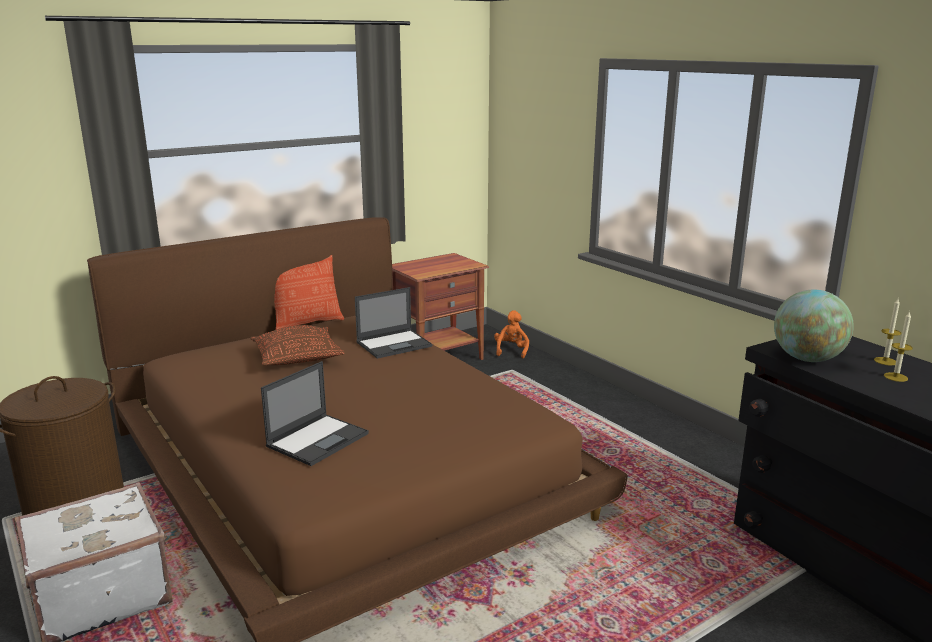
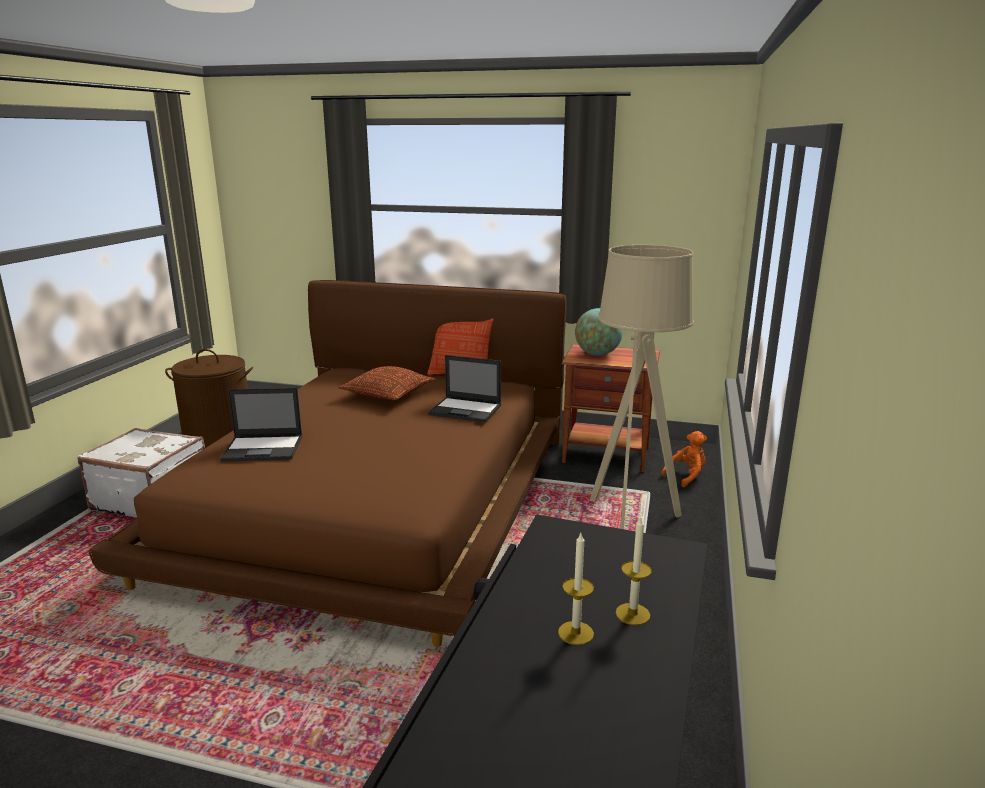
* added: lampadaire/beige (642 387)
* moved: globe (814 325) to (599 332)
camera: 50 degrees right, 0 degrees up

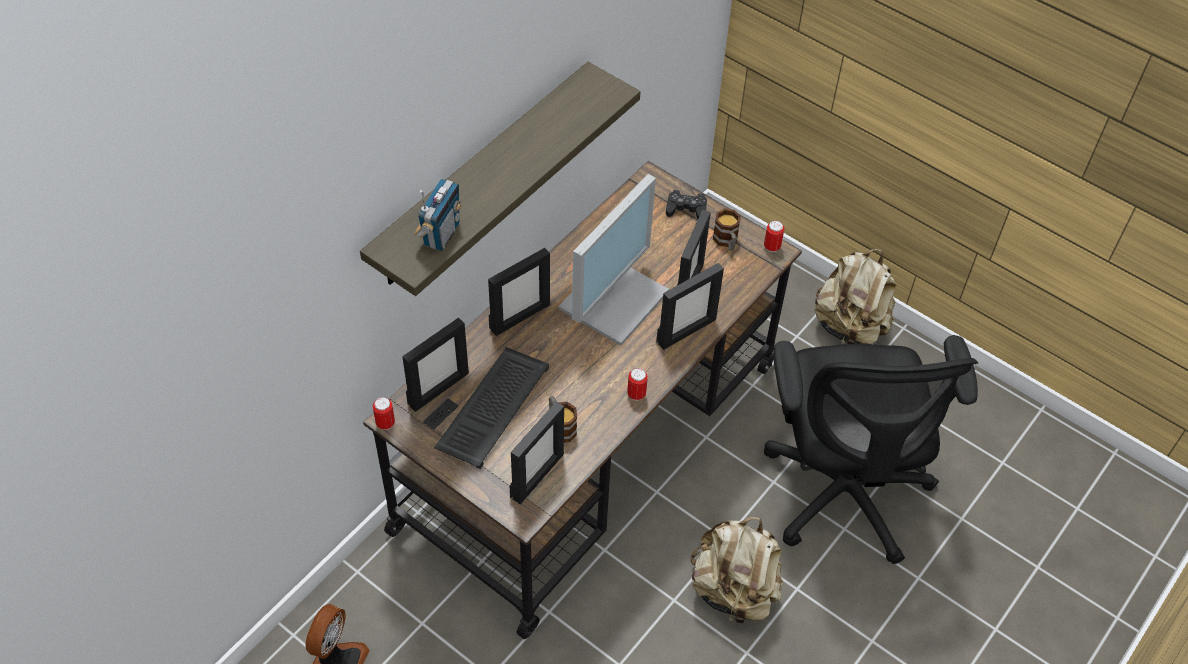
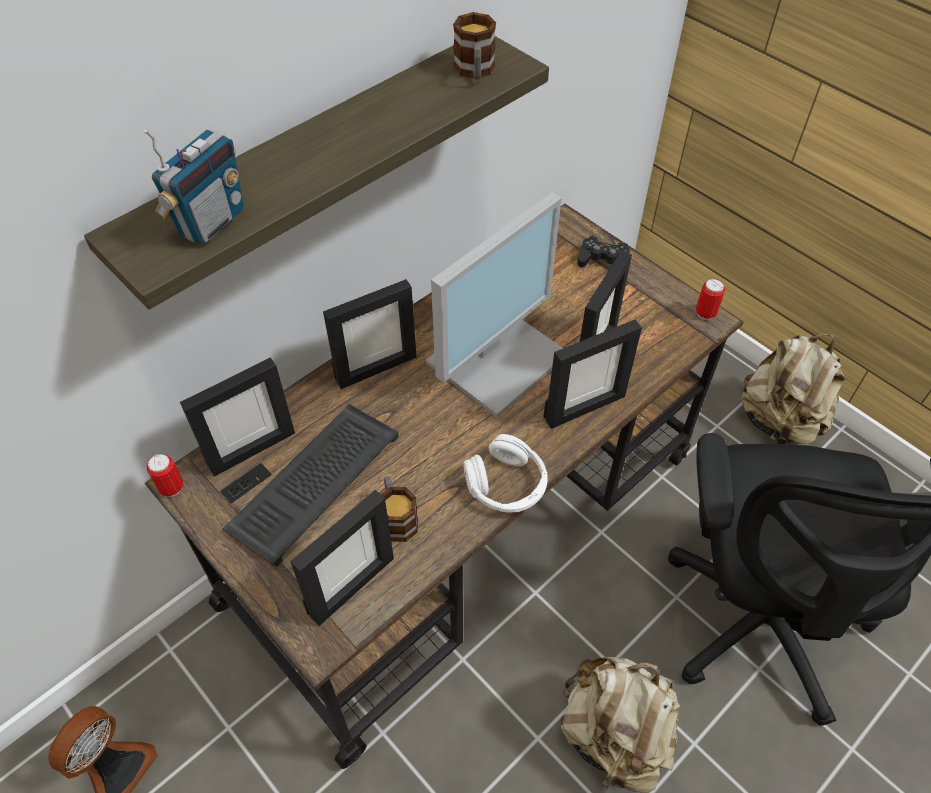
* moved: mug (727 229) to (474 46)
* replaced: boîte métallique (637 384) to casque audio/blanc (506 473)
camera: 10 degrees right, 0 degrees up

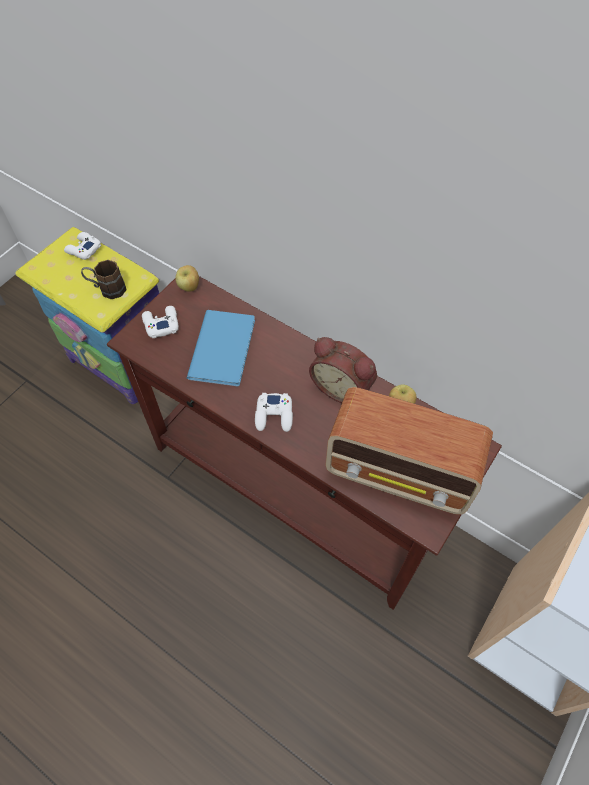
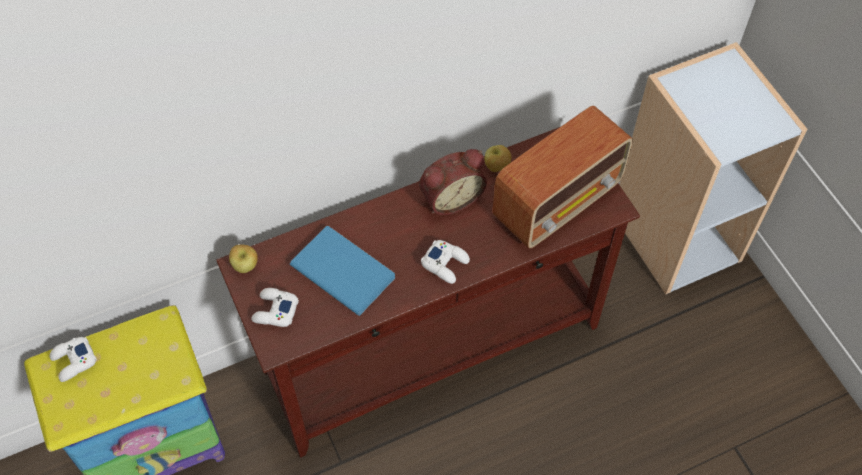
* removed: mug/marron (103 279)
camera: 60 degrees left, 0 degrees up

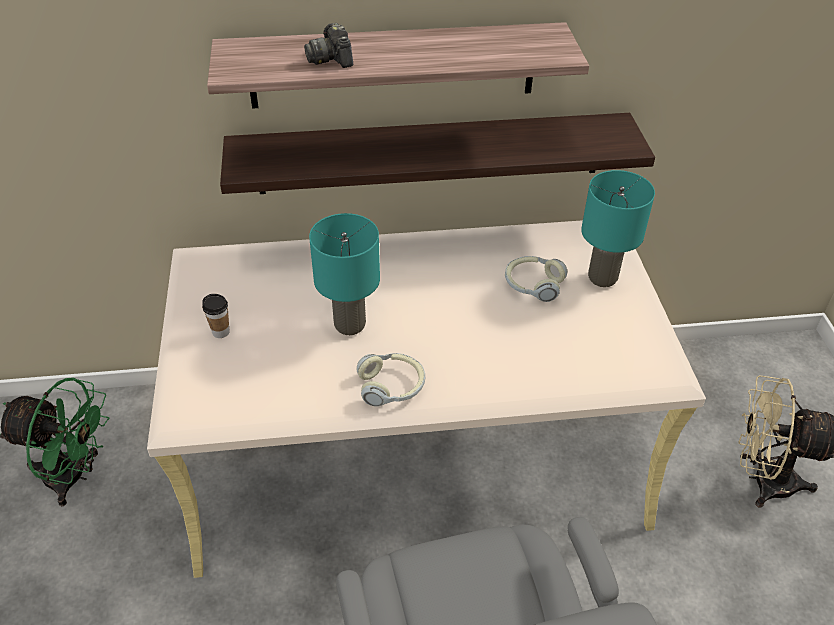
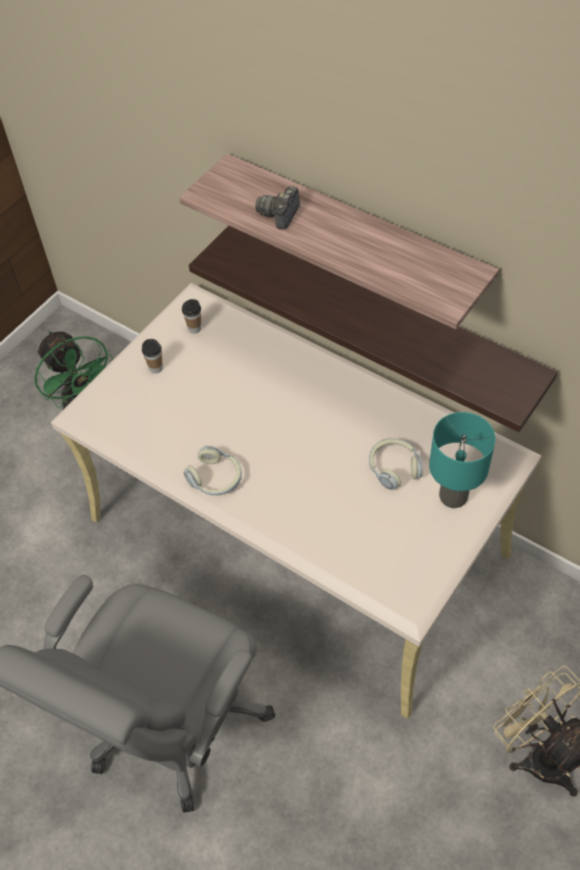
* removed: lampe de table/turquoise (344 274)
* added: tasse (191 316)
camera: 45 degrees right, 10 degrees up

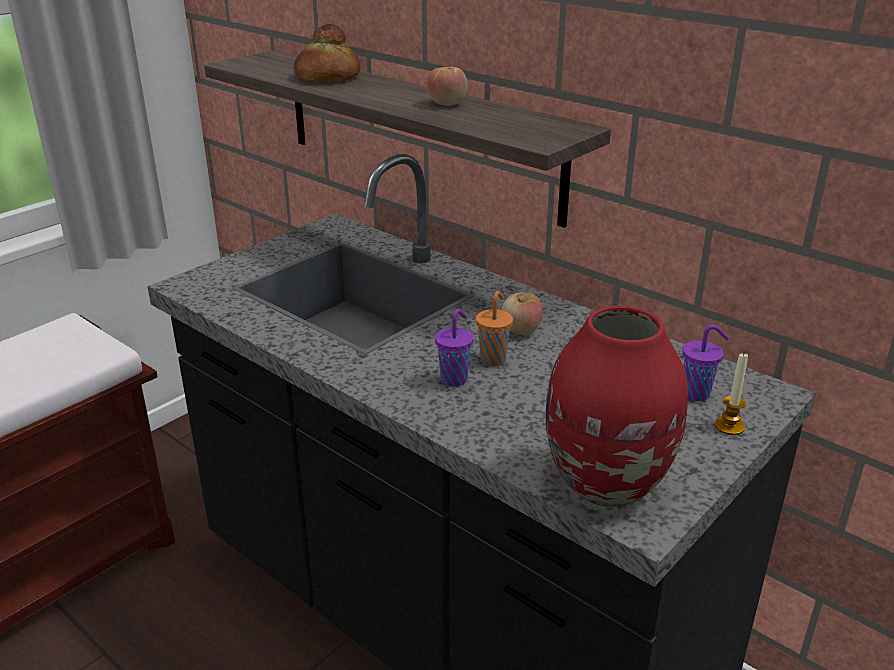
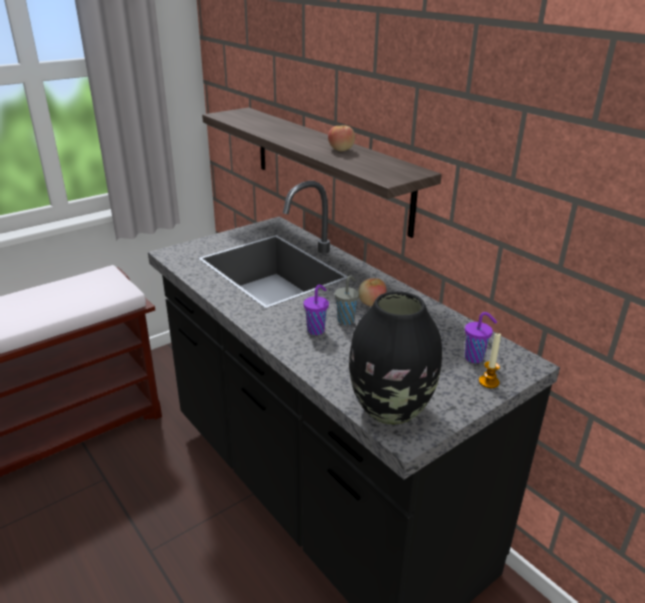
* removed: pain (327 53)
* recoloured: tasse/orange (494 328) to tasse/gris (347 300)
* recoloured: vase/rouge (617 406) to vase/noir (395 358)
camera: 10 degrees right, 0 degrees up

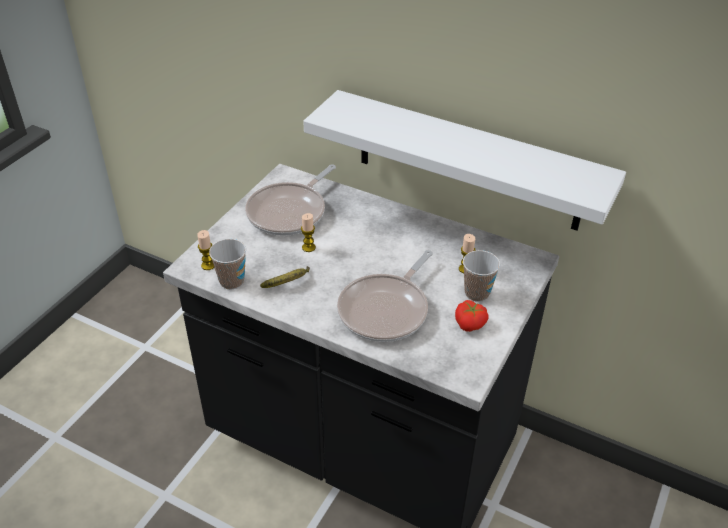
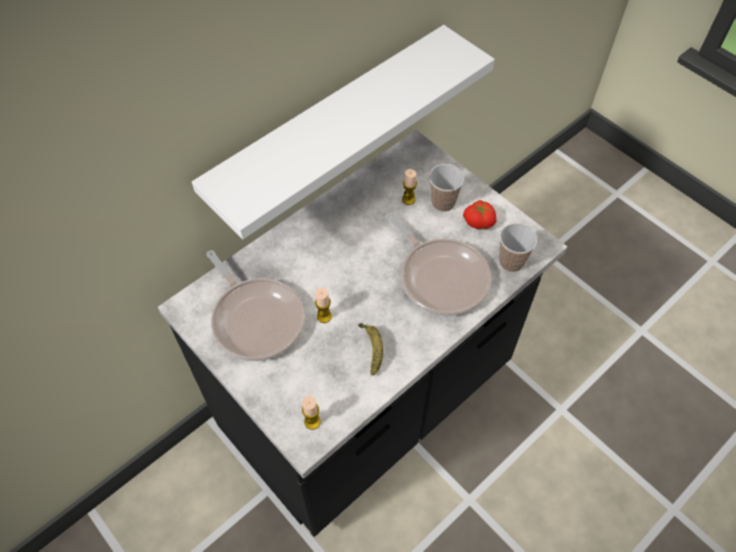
* moved: tasse (227 264) to (518 247)
camera: 70 degrees left, 15 degrees up

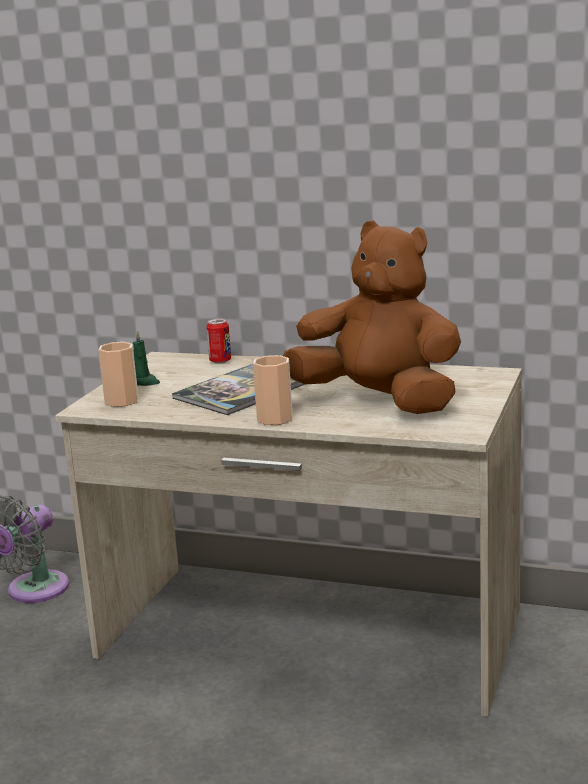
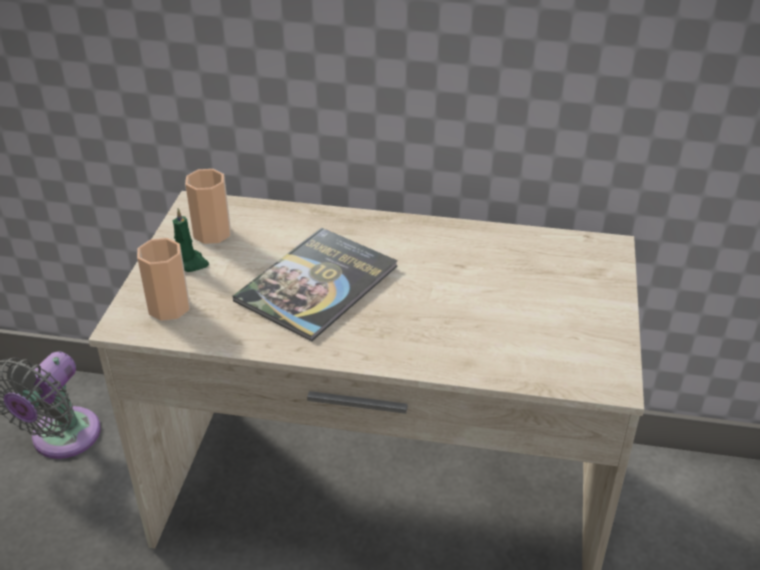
* removed: boîte métallique (218 341)
* removed: peluche/marron (372 317)
* moved: tasse (273 390) to (208 206)
camera: 10 degrees left, 20 degrees up

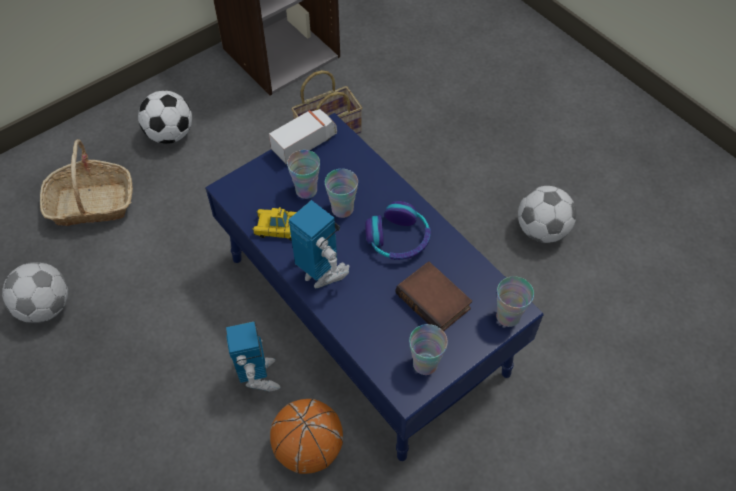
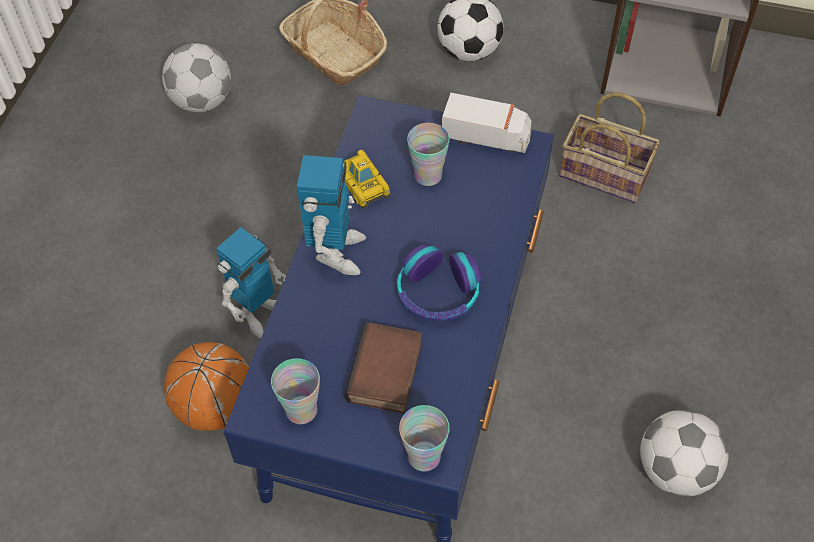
* removed: tasse (341 193)
camera: 55 degrees right, 0 degrees up

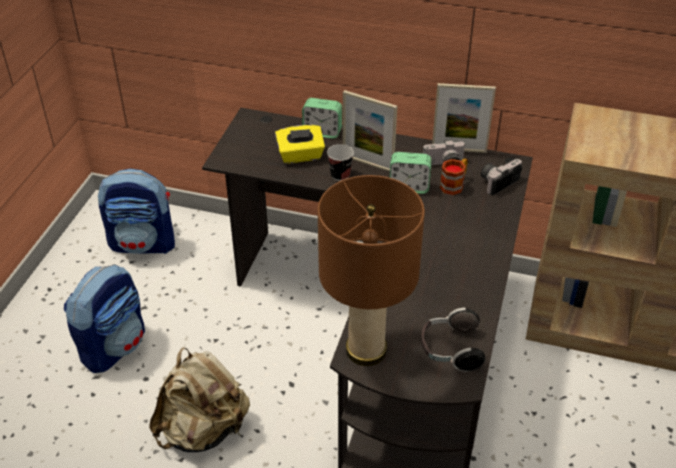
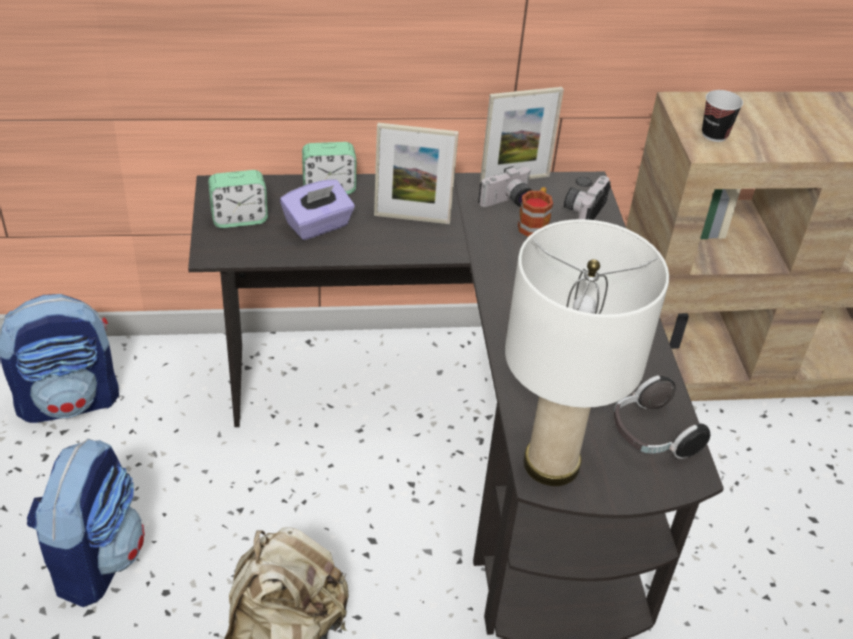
* moved: tasse (340 162) to (722 116)
* moved: réveil (410 173) to (238 199)
* recoloured: boîte à mouchoirs/jaune (300 144) to boîte à mouchoirs/violet (317 210)
* recoloured: lampe de table/marron (371 270) to lampe de table/blanc (587 352)
camera: 25 degrees left, 0 degrees up

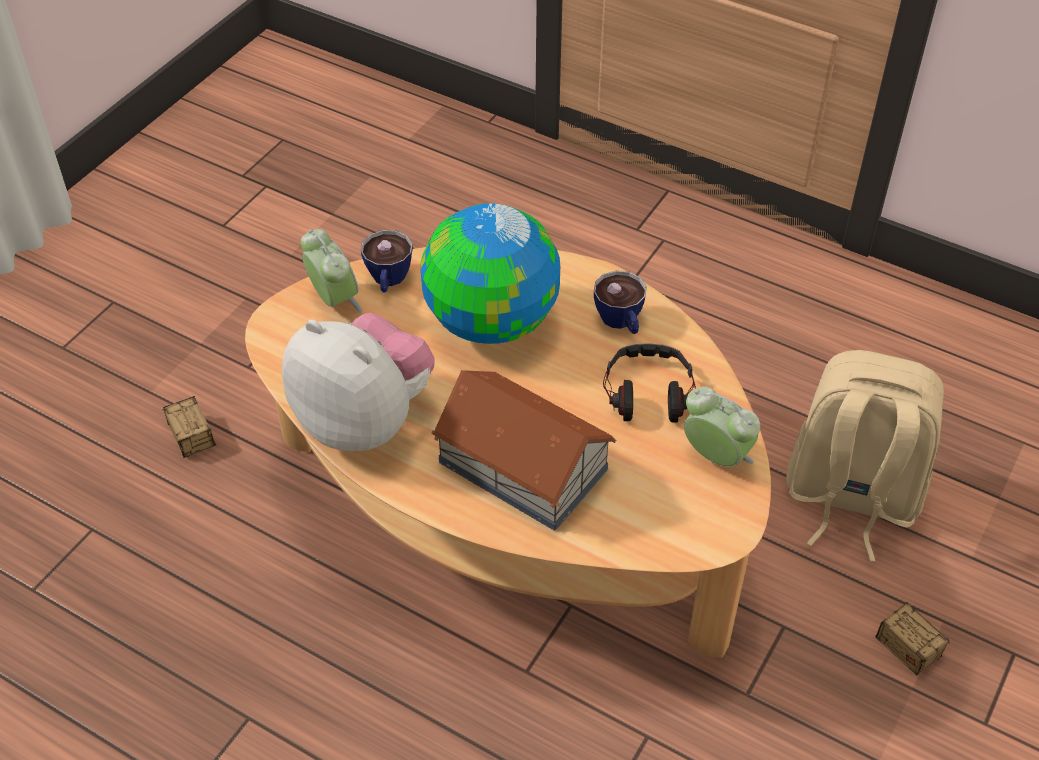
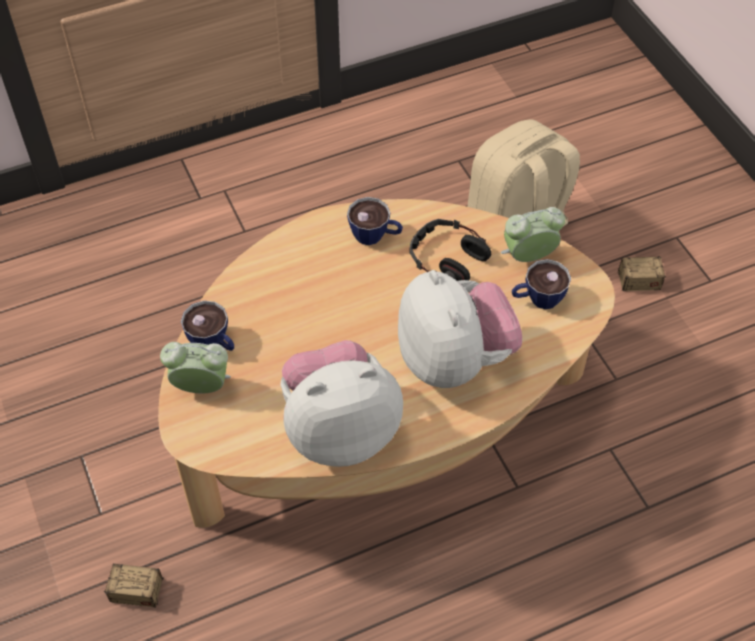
* removed: globe (490 273)
* added: tasse (541 284)
* replaced: maison miniature (524 450) to peluche (460 329)
camera: 55 degrees left, 5 degrees up

